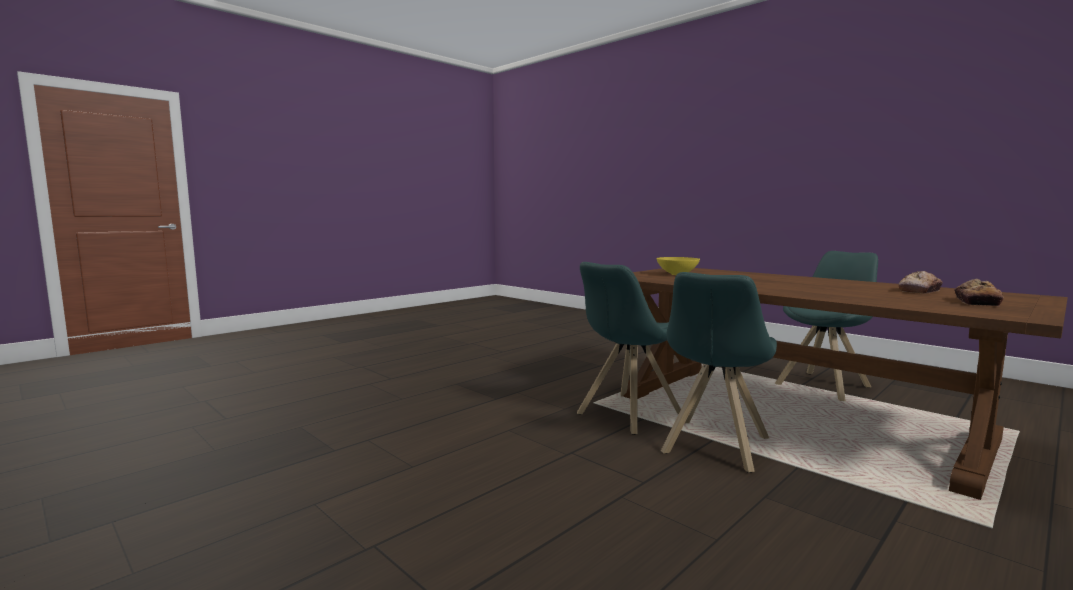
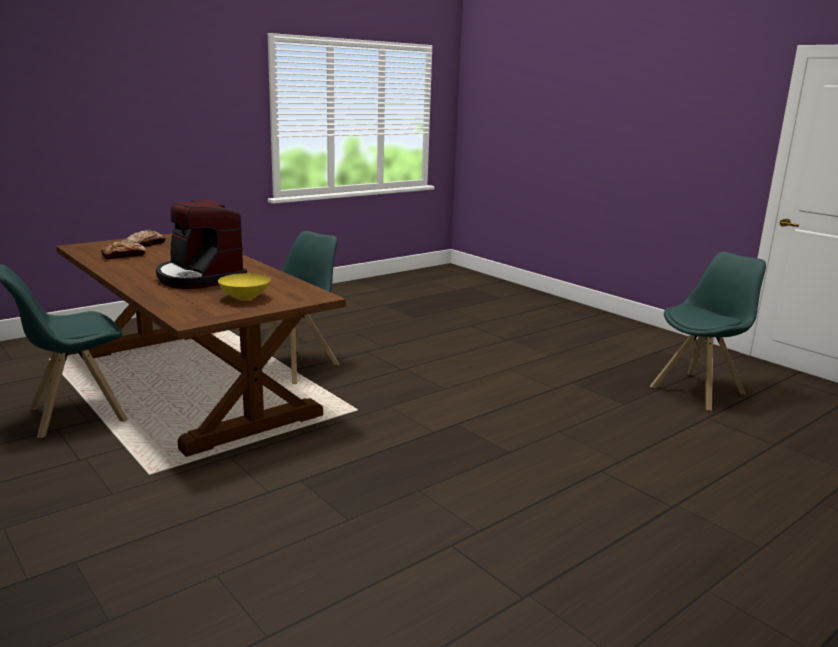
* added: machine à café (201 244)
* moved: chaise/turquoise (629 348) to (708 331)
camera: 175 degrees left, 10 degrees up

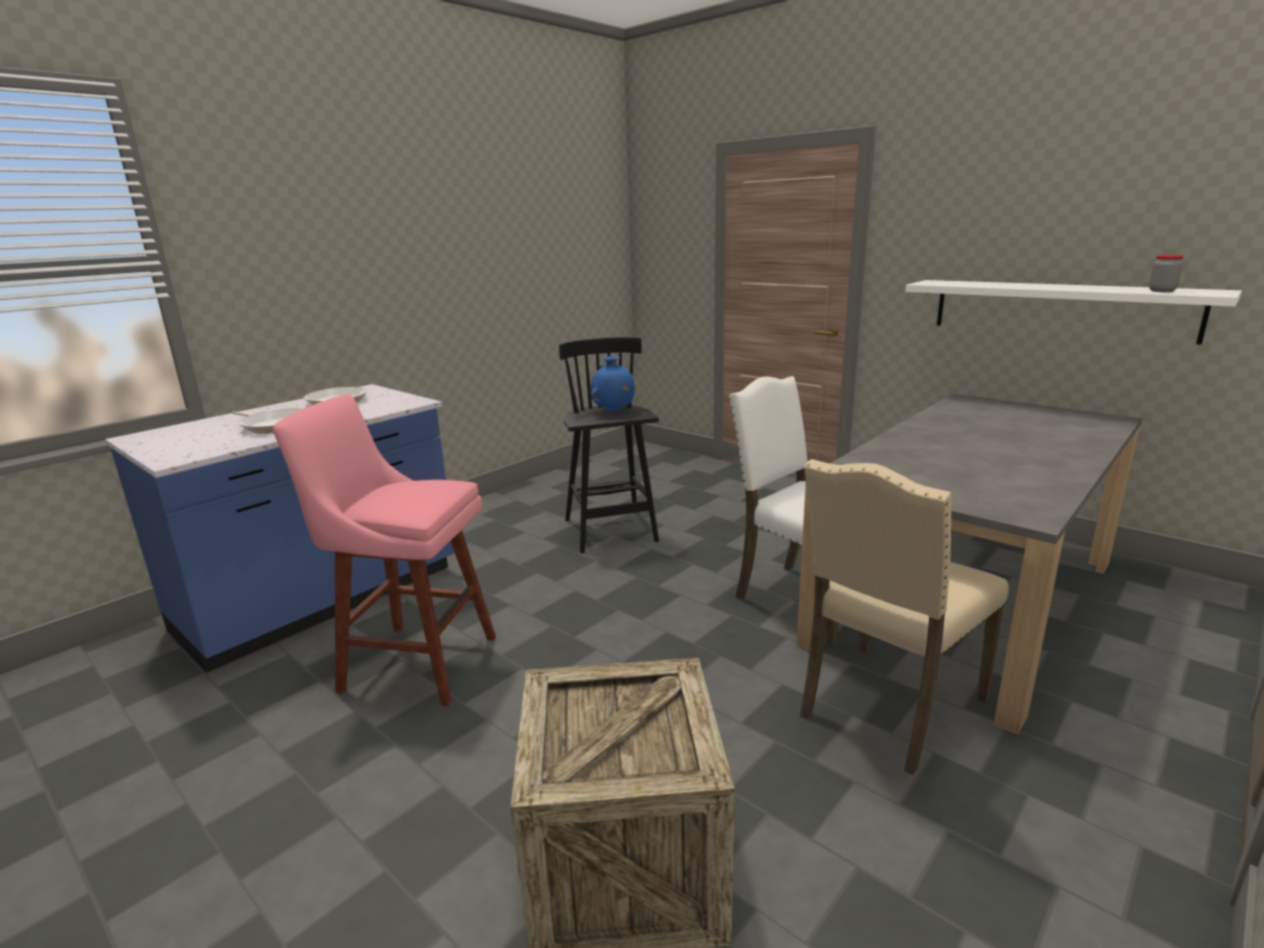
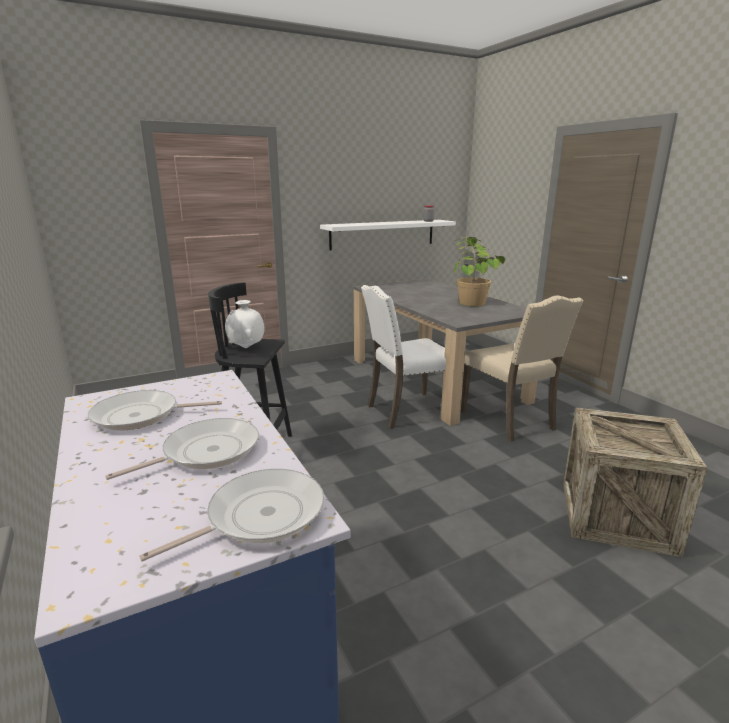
* removed: tabouret/rose (384 550)
* added: poêle (231 515)
* added: plante en pot (479 271)
* recoloured: vase/bleu (613 384) to vase/blanc (244 324)
camera: 70 degrees left, 0 degrees up

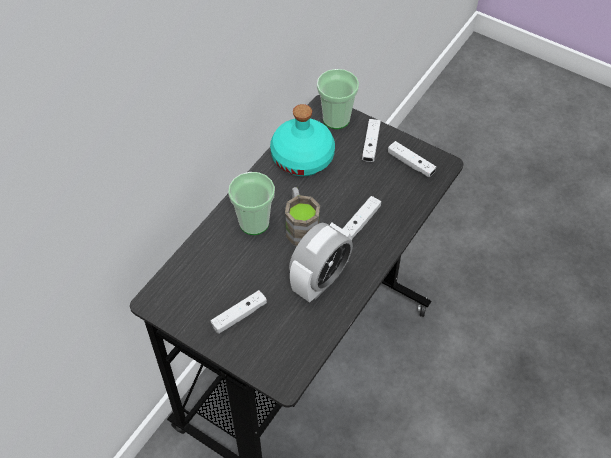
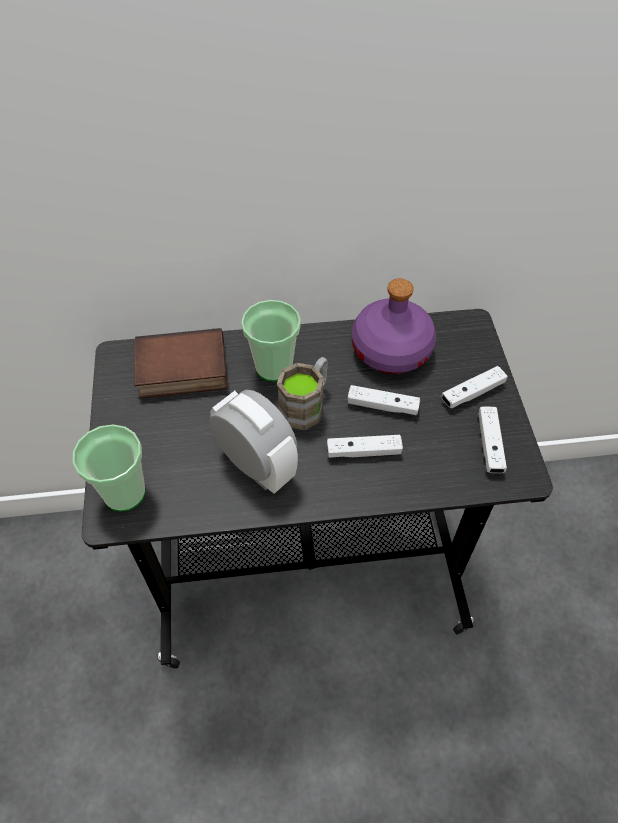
* added: livre (181 363)
* moved: manette/blanc (239 312) to (384 400)
* moved: tasse (338 99) to (108 467)
* recoloured: bouteille/turquoise (302 140) to bouteille/violet (394 326)
* turned: réveil (321 263) = (254 442) 135 degrees counterclockwise
camera: 50 degrees right, 0 degrees up

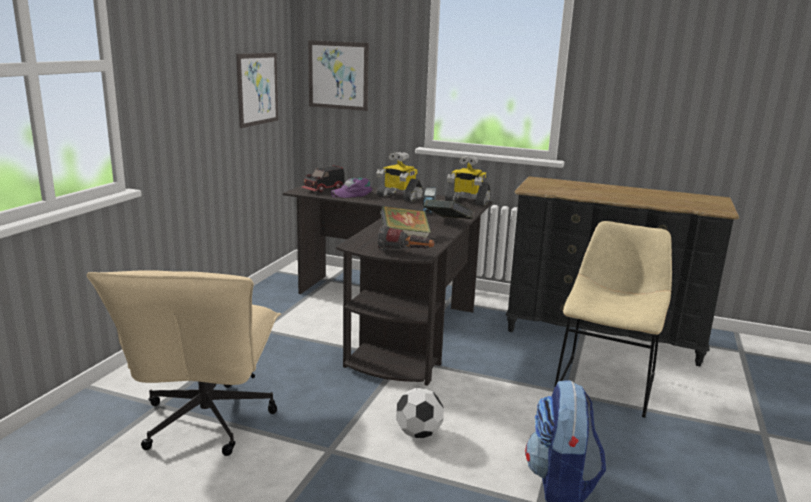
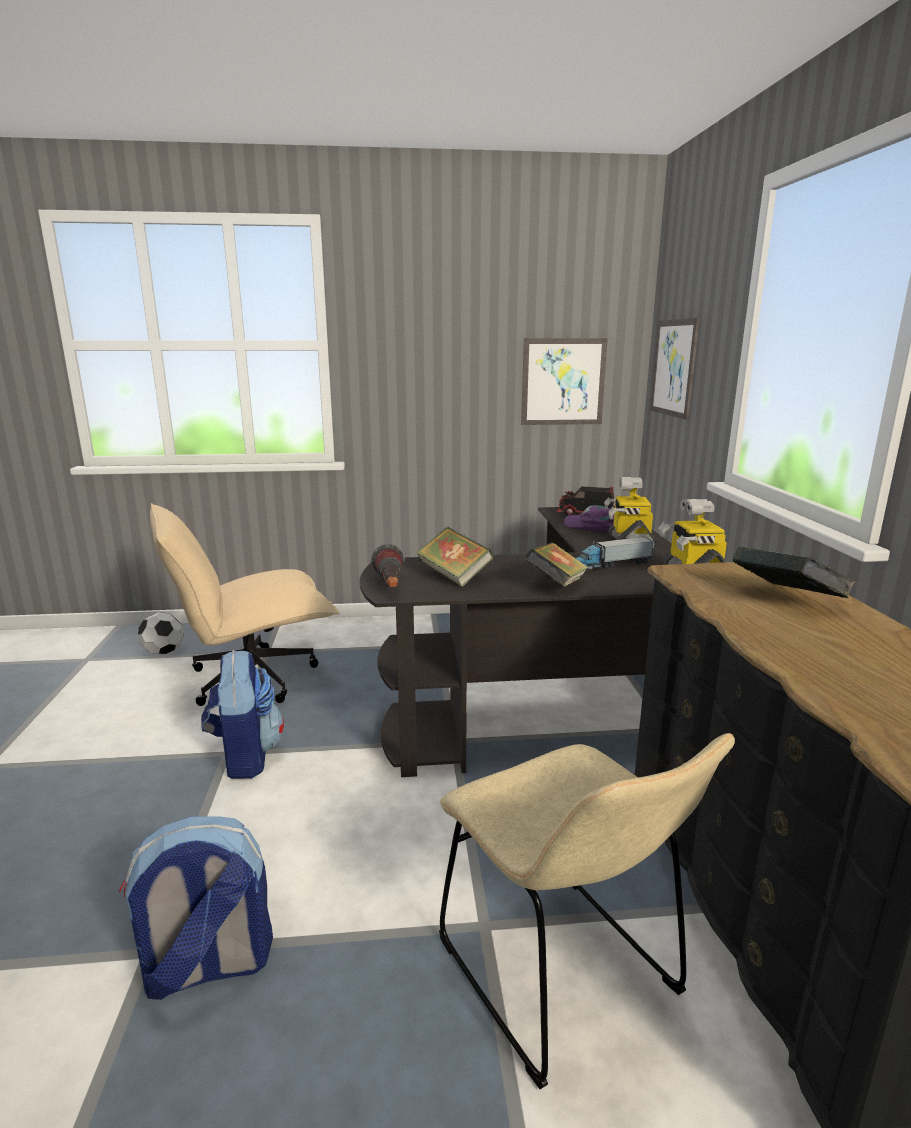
* added: sac à dos (242 714)
* added: livre (793 572)
* moved: ballon de foot (420 413) to (161 633)
* turned: chaise/beige (613 319) = (587 911) 60 degrees clockwise
camera: 65 degrees right, 0 degrees up

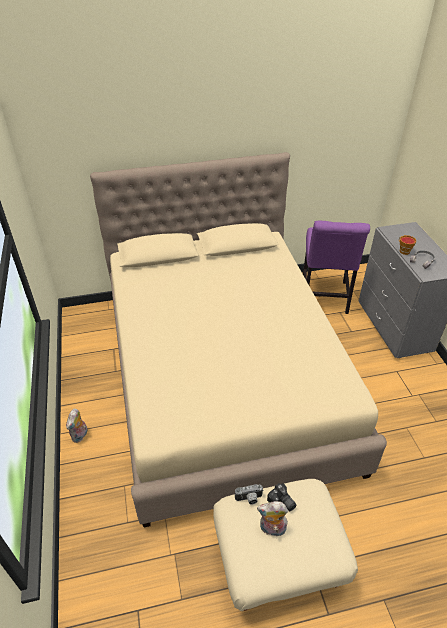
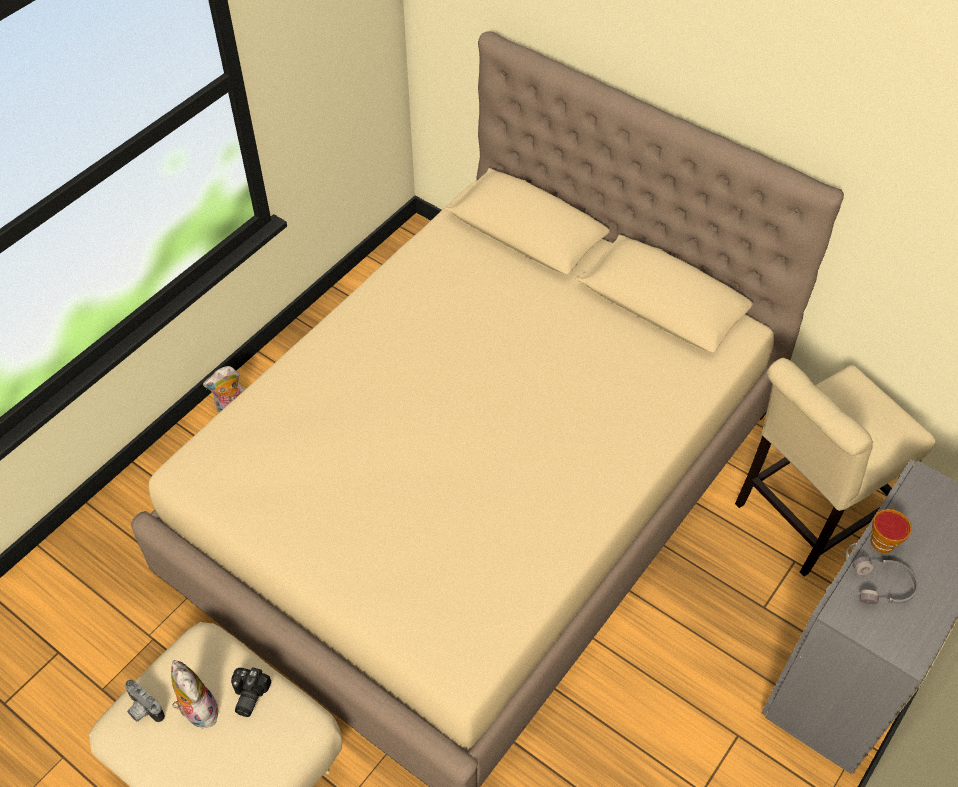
* moved: appareil photo (249 494) to (144 700)
* recoloured: chaise/violet (336 267) to chaise/beige (835 467)
camera: 50 degrees right, 10 degrees up

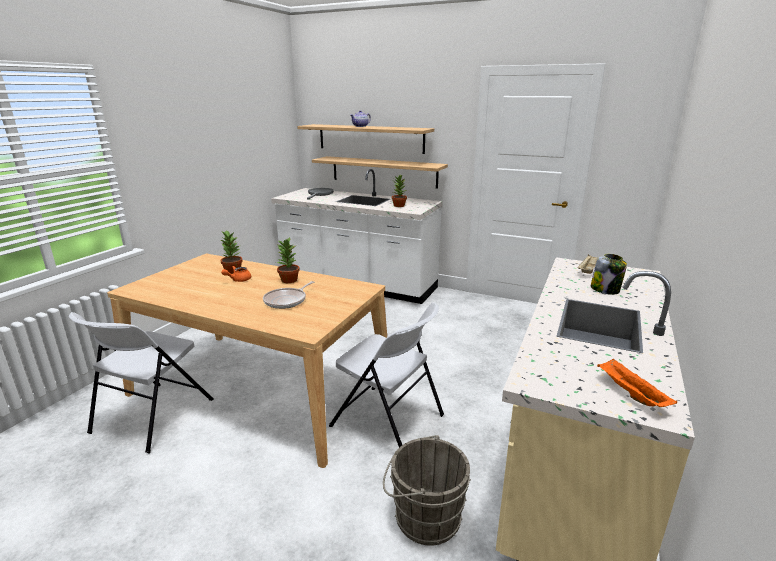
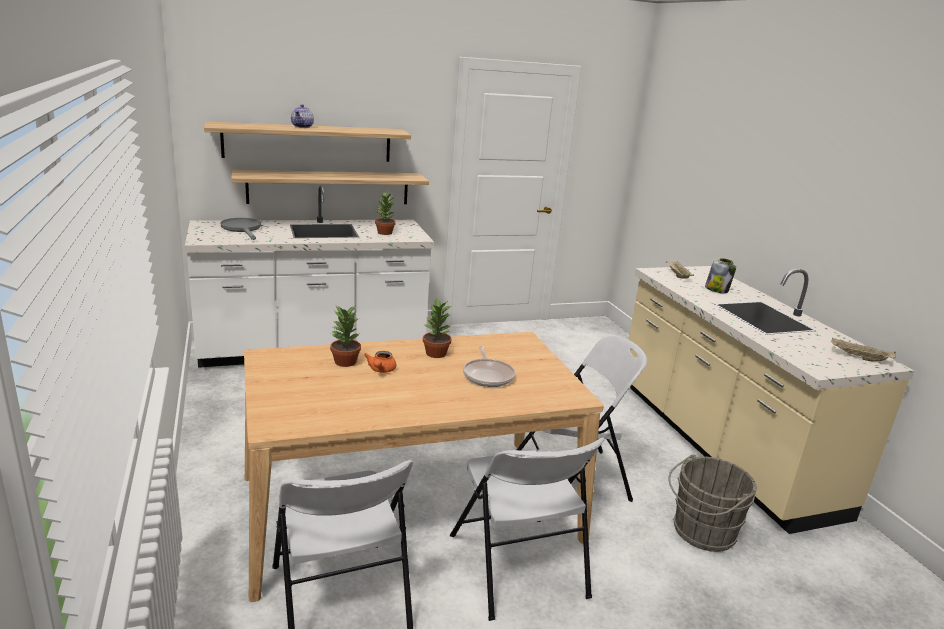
* added: chaise/blanc (527 529)
* recoloured: plateau/orange (637 383) to plateau/beige (864 349)
camera: 45 degrees left, 0 degrees up

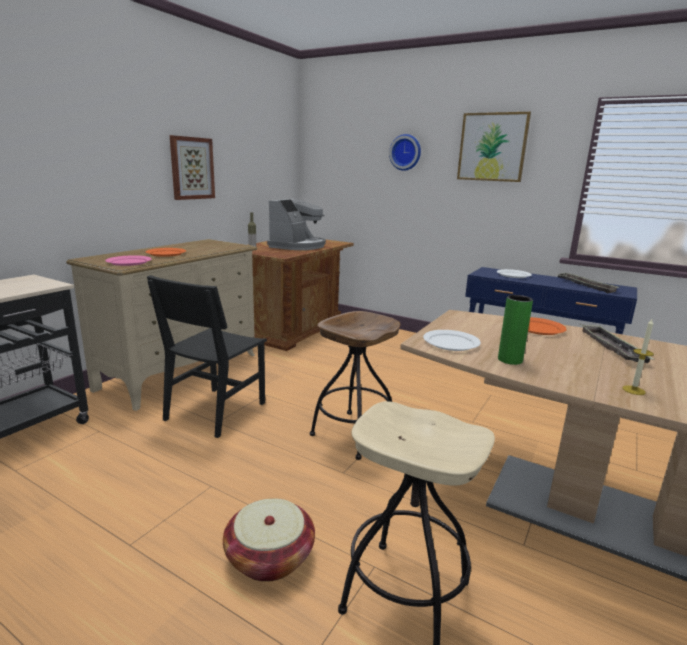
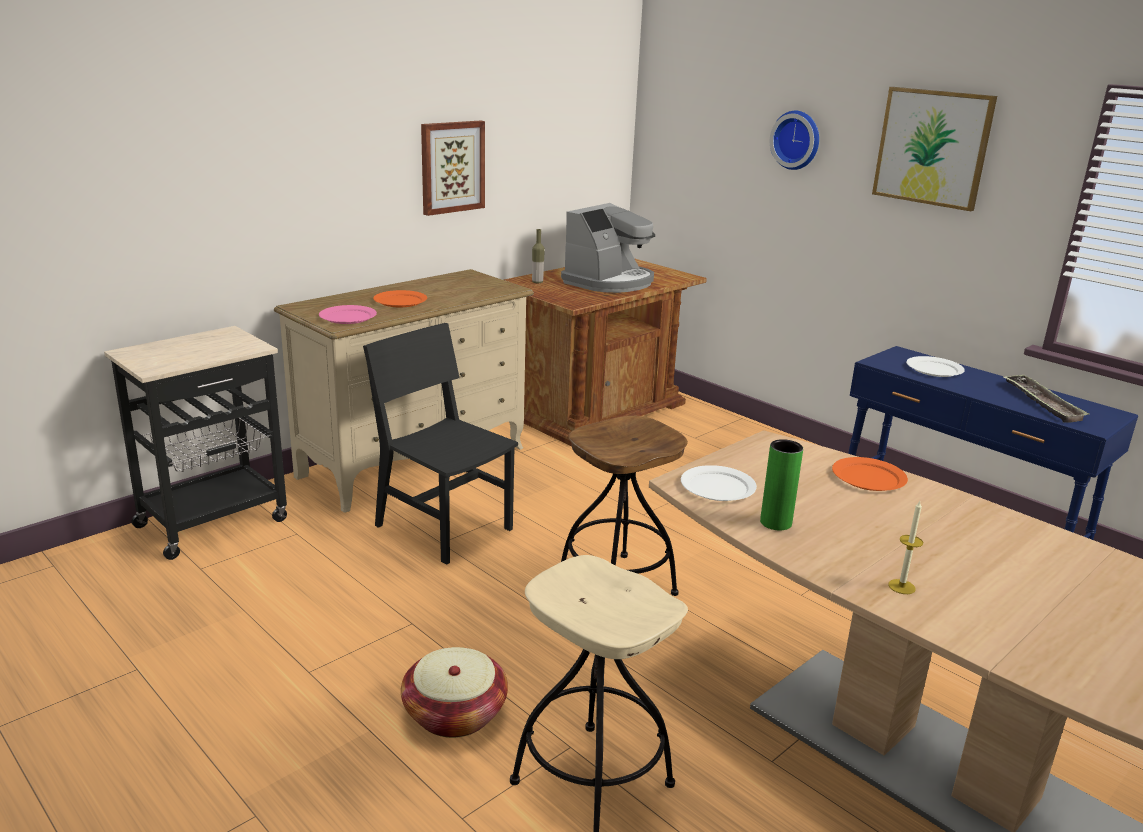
* removed: plateau (617 343)
* turned: chaise/noir (207 356) = (440 444) 90 degrees clockwise
camera: 15 degrees right, 5 degrees up

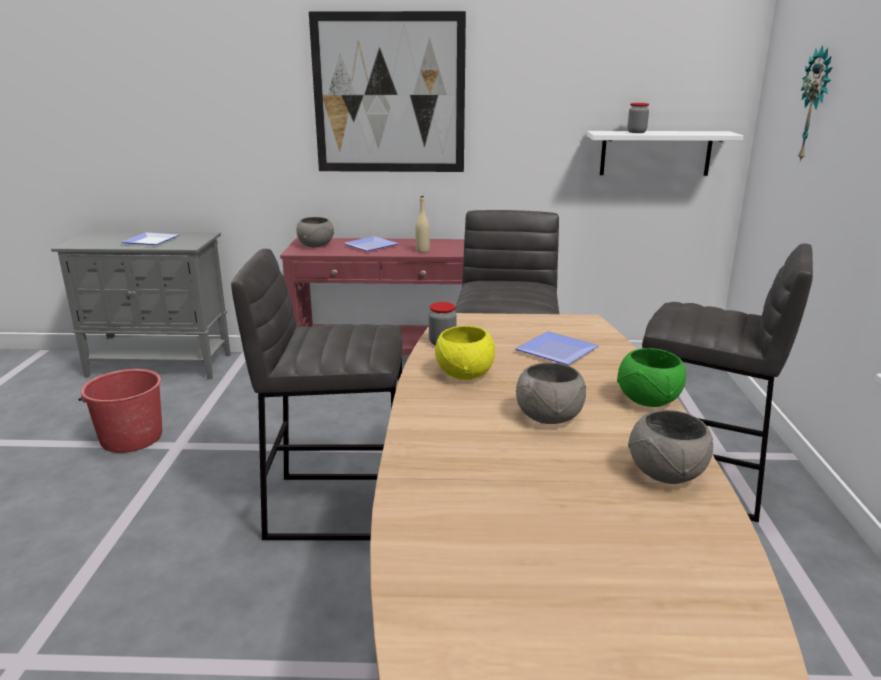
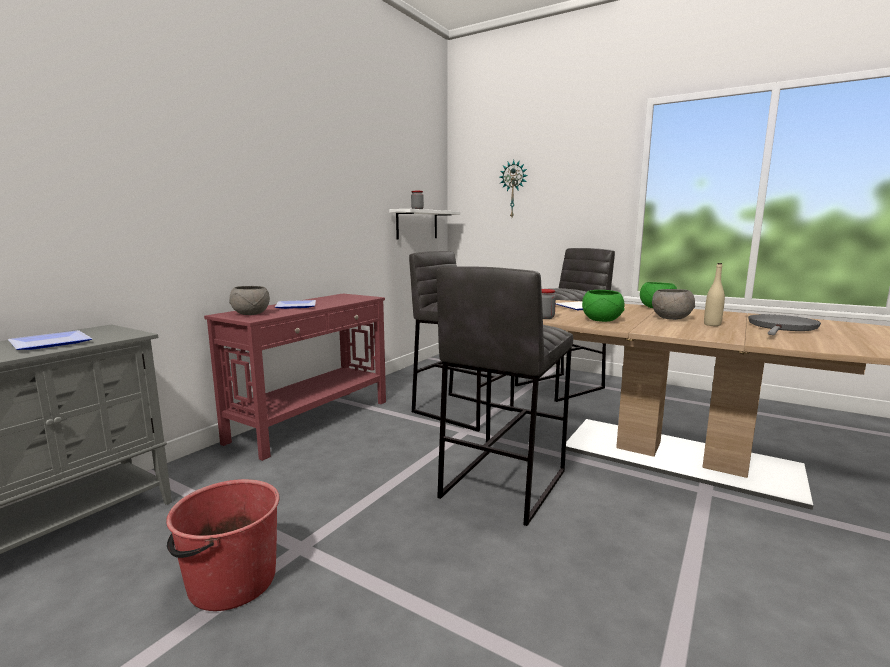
* removed: tableau (387 91)
* removed: bol/gris (670 447)
* added: poêle/gris (784 324)
* moved: bouteille/beige (422 224) to (714 294)
* recoloured: bol/jaune (465 353) to bol/vert (603 306)
camera: 60 degrees left, 10 degrees down

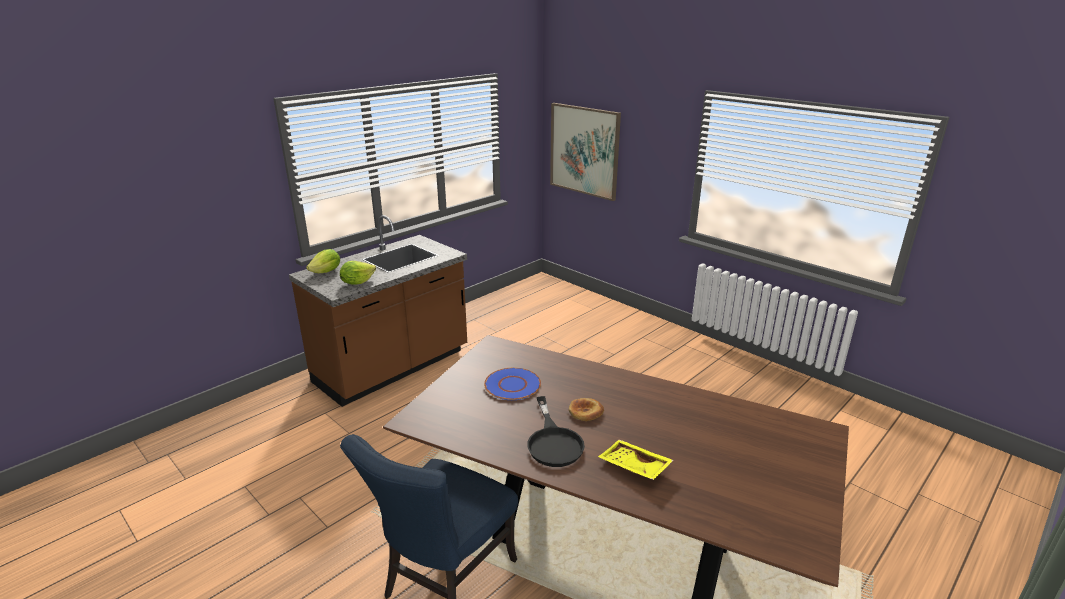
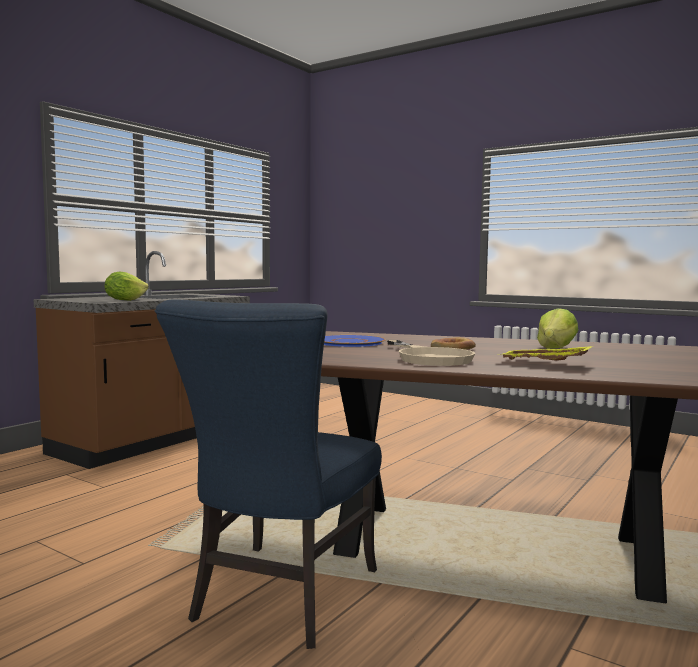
* removed: tableau (585 152)
* moved: laitue (323 261) to (557 328)
* recoloured: poêle/noir (556 431) to poêle/beige (431 353)
camera: 10 degrees left, 20 degrees down

